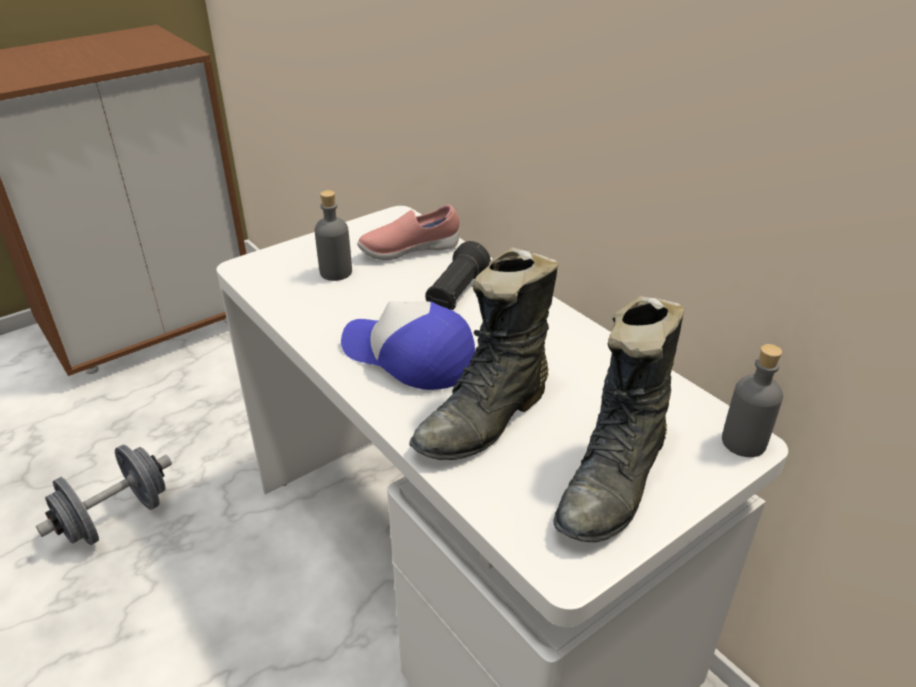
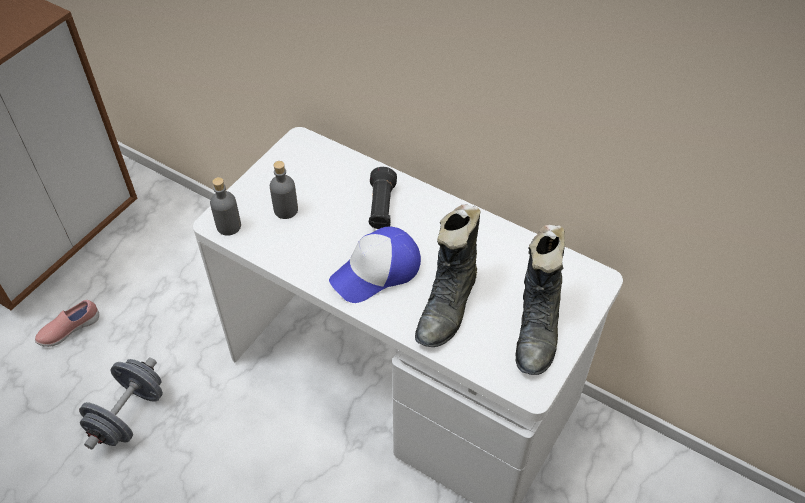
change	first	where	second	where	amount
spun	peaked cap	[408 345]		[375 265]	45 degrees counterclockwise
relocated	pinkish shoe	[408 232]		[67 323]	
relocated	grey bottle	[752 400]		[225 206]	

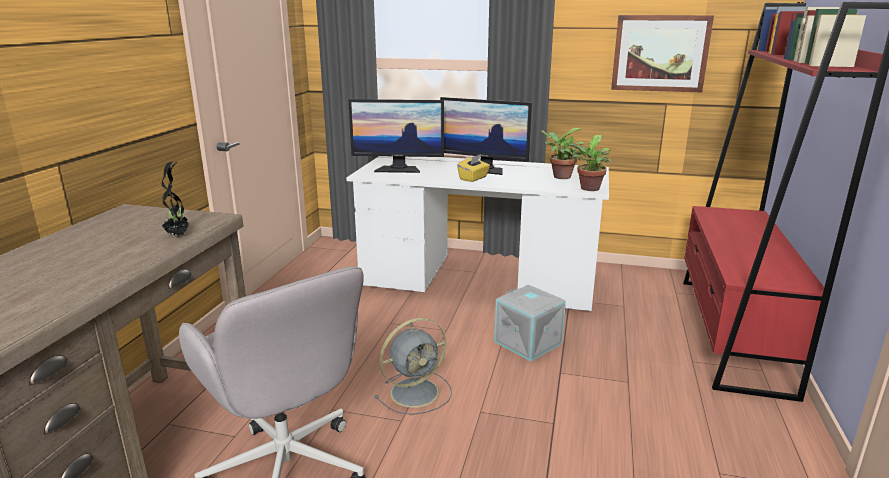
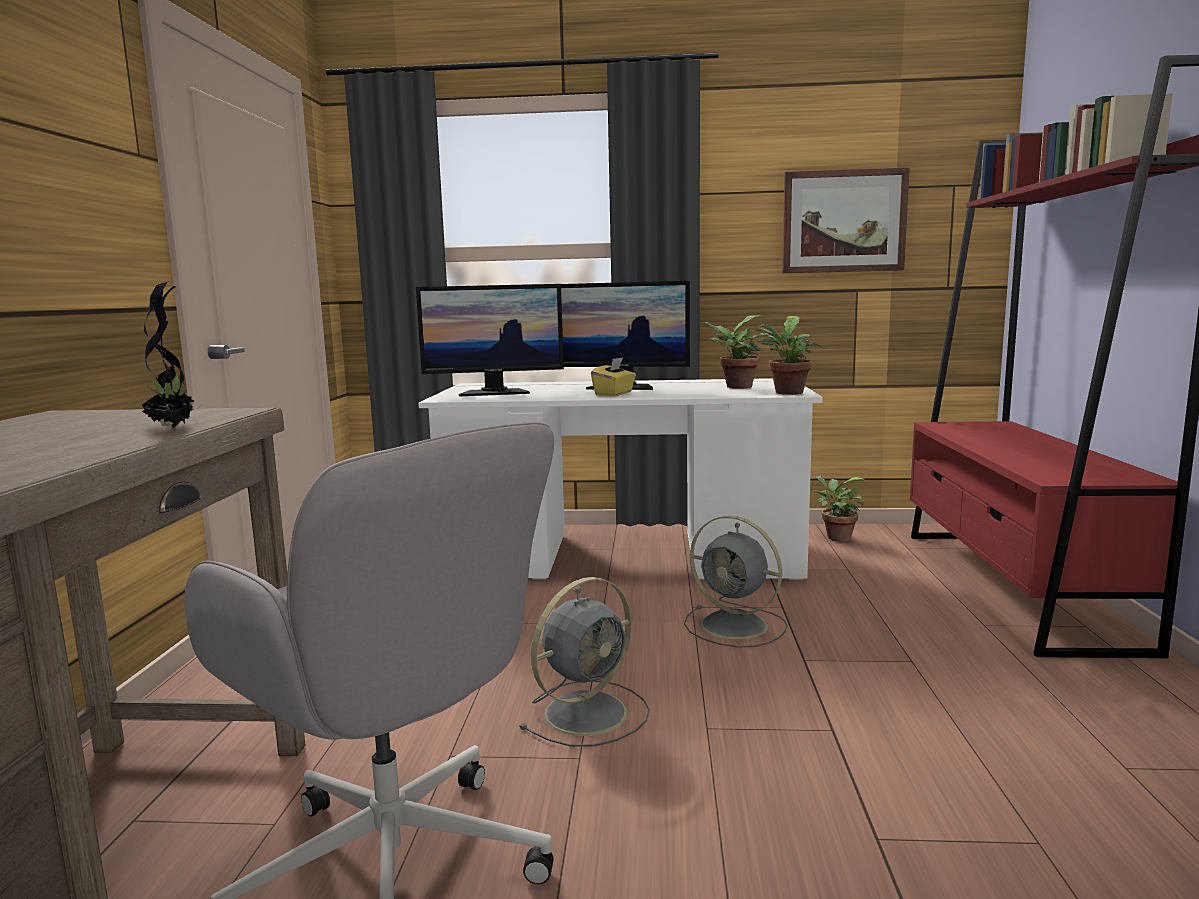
change	first	where	second	where	amount
exchanged	grey storage container	[530 323]	grey cooling fan	[735 582]	
appeared			plant in a pot	[839 508]	

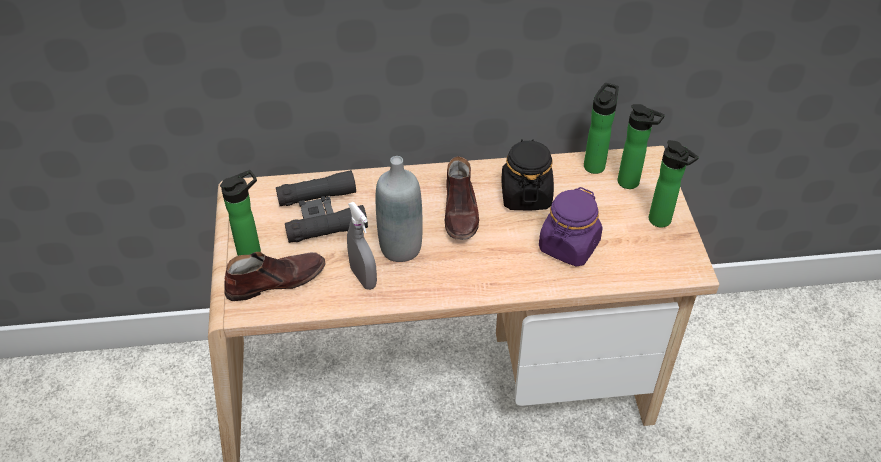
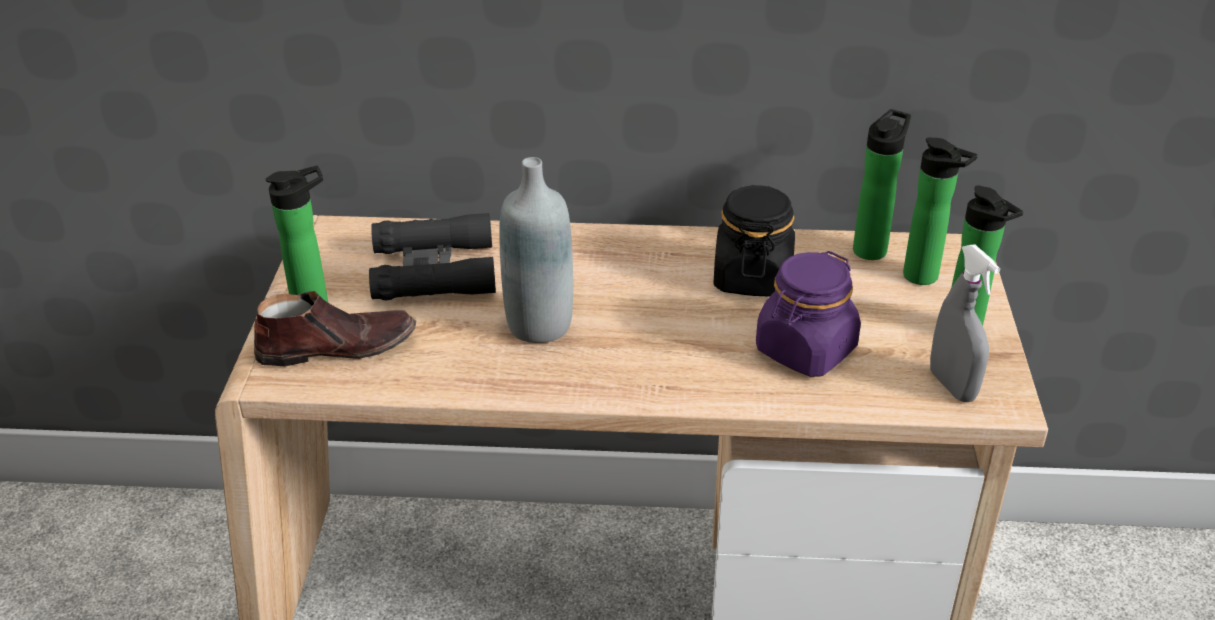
change	first	where	second	where	amount
relocated	grey sprayer	[362 246]		[965 323]	
missing	brown-coloured shoe	[461 198]			

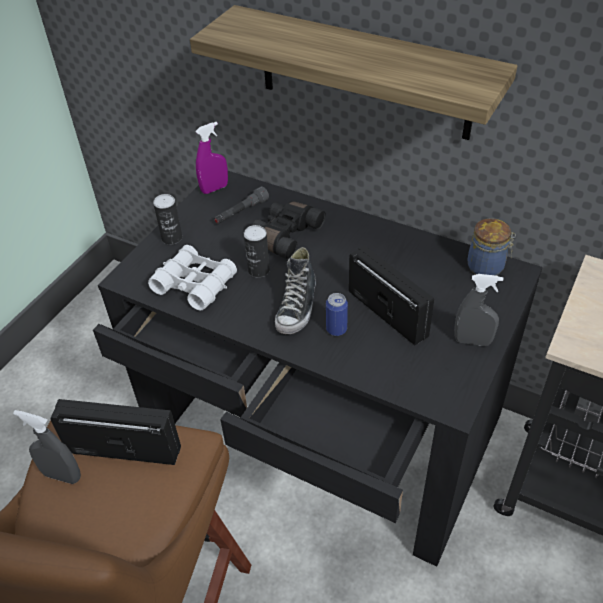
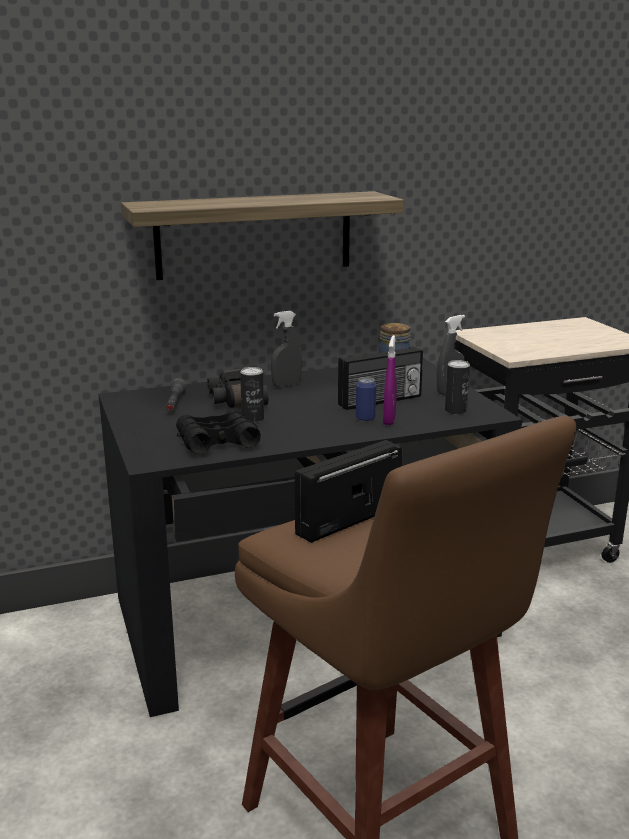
change	first	where	second	where	amount
relocated	grey sprayer	[47 447]		[286 349]	
colour	whitish binoculars	[192 277]	blackish binoculars	[218 431]	
relocated	can	[167 219]		[457 387]	
relocated	purple sprayer	[211 158]		[390 380]	
missing	shoe	[295 290]			
spun	radio	[391 295]		[380 378]	150 degrees clockwise

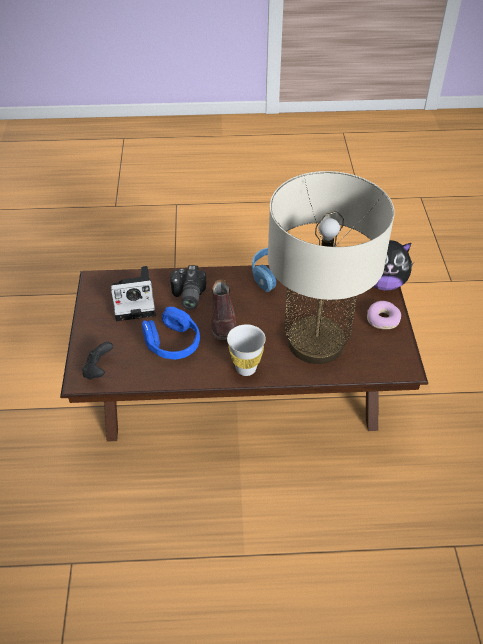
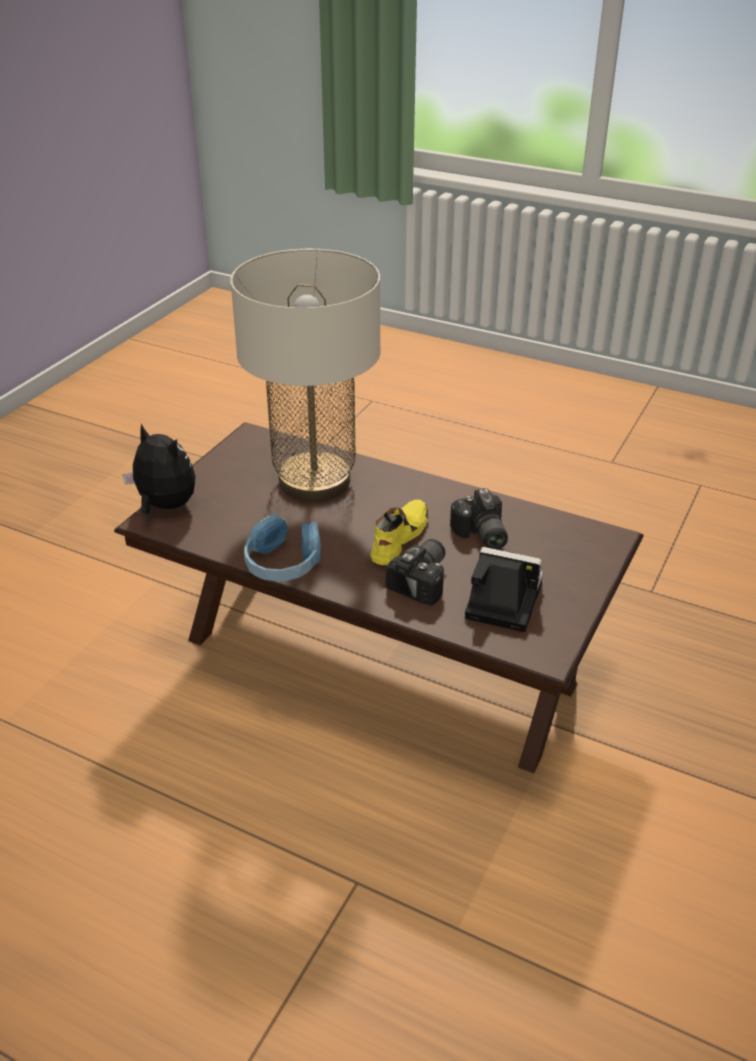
change	first	where	second	where	amount
missing	blackish joypad	[97 361]			
exchanged	blue headset	[171 333]	still camera	[479 519]	
colour	brown-coloured shoe	[224 309]	yellowish shoe	[399 533]	
missing	whitish drinking cup	[246 350]			
missing	donut	[384 315]			

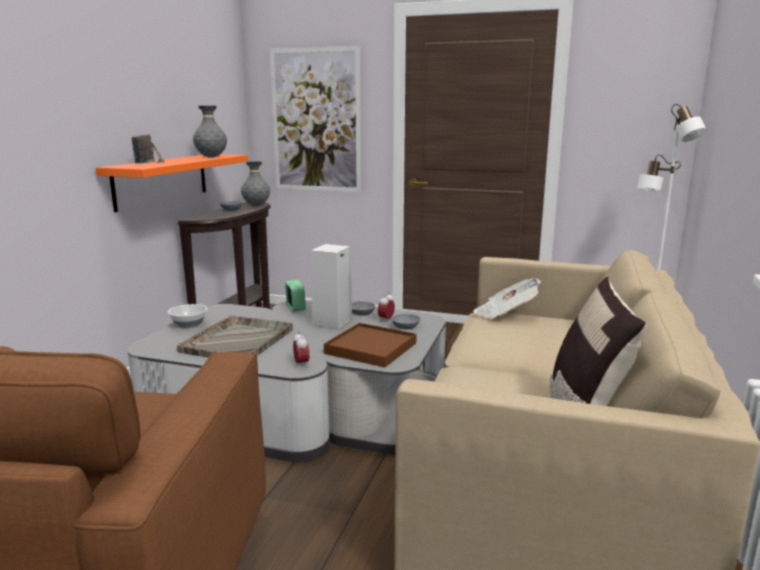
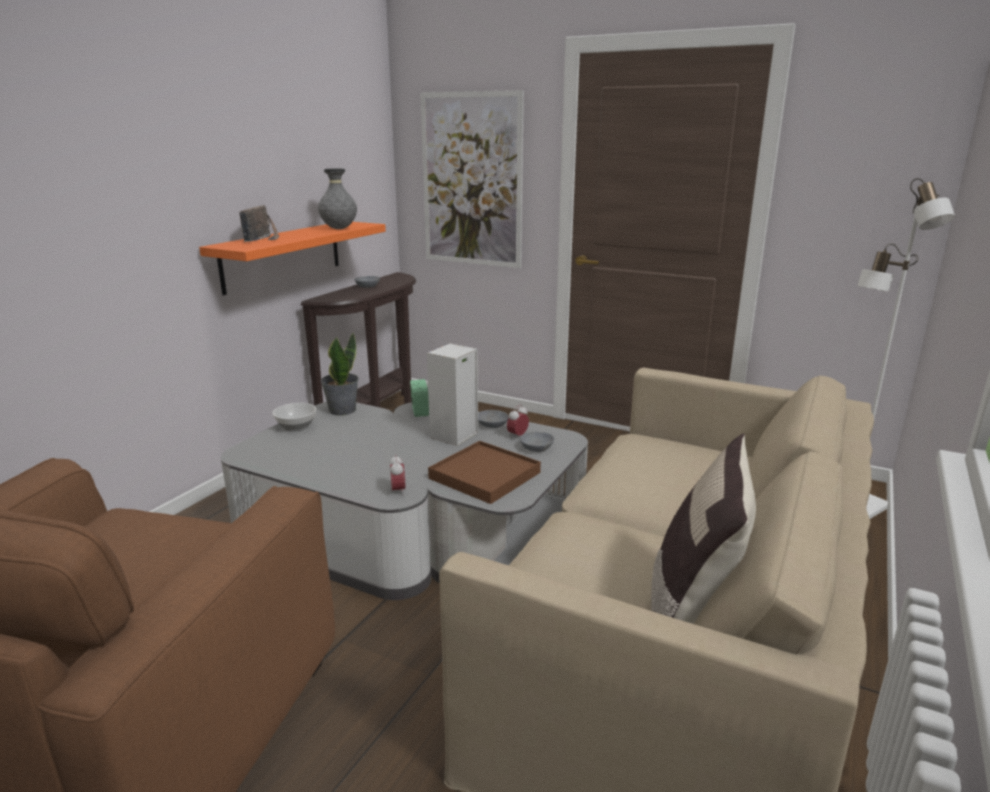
change	first	where	second	where	amount
missing	grey tray	[235 336]			
missing	grey vase	[255 183]			
missing	printed paper	[507 298]			
appeared			plant in a pot	[340 374]	

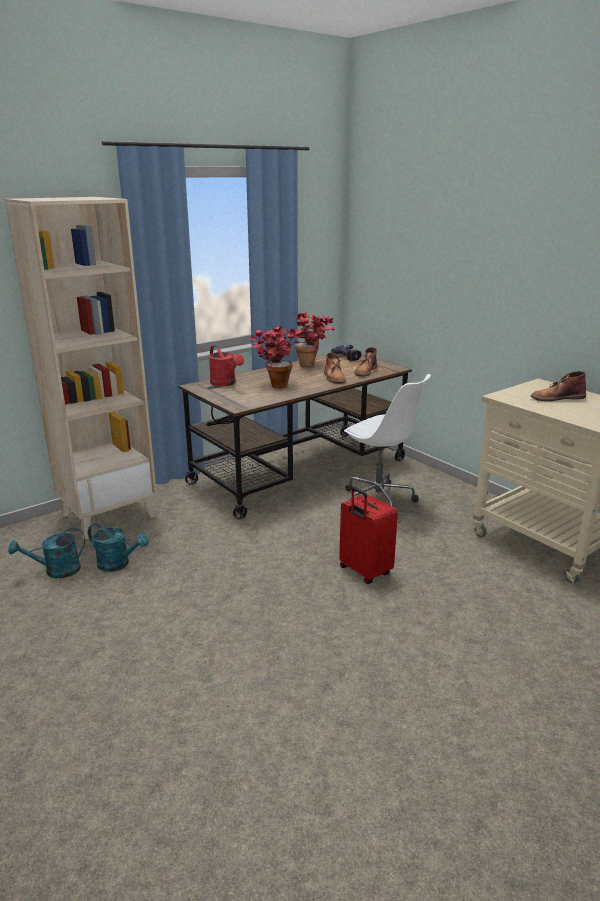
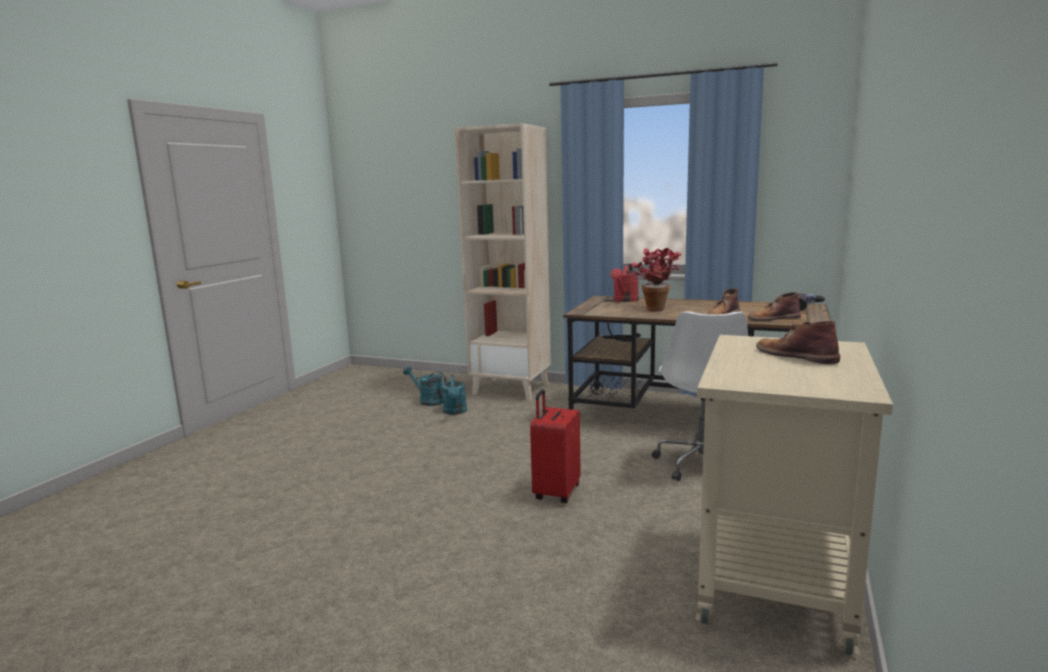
change	first	where	second	where	amount
missing	plant in a pot	[315 339]			

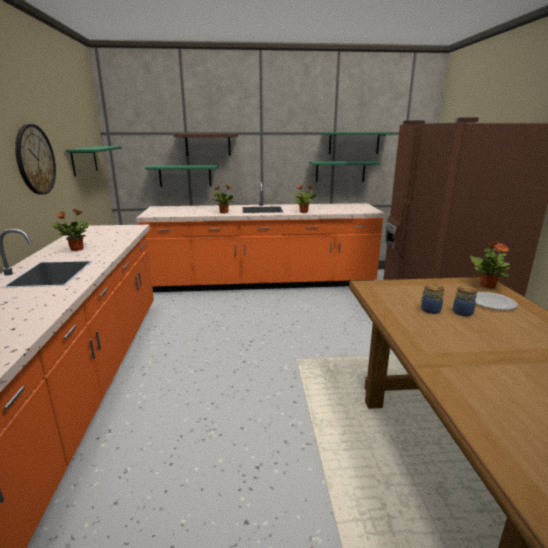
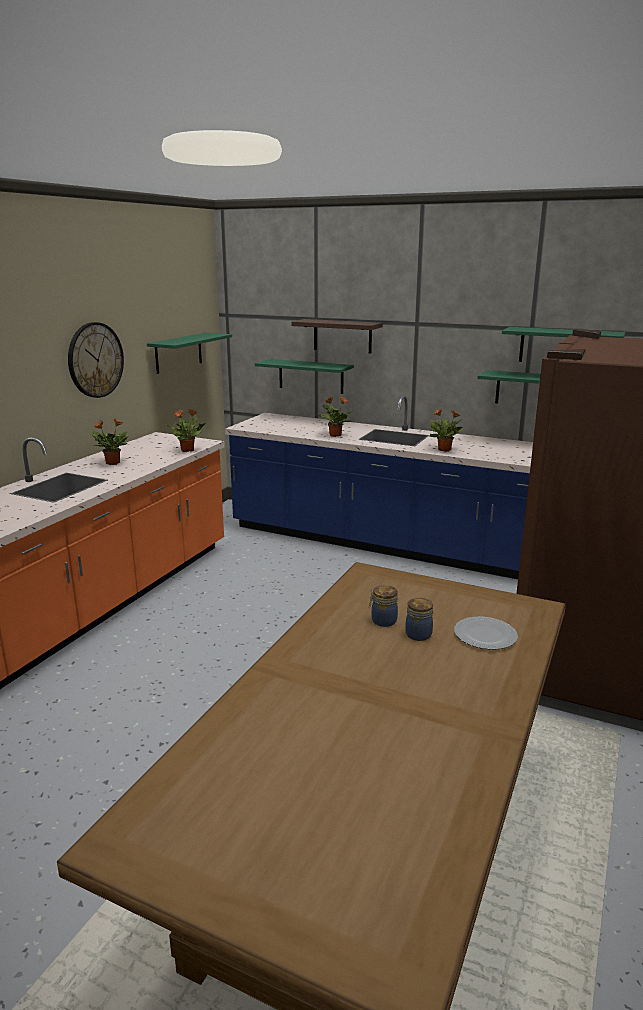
change	first	where	second	where	amount
colour	orange-coloured kitchen counter	[261 237]	blue kitchen counter	[379 487]	
relocated	plant in a pot	[491 265]		[186 430]	

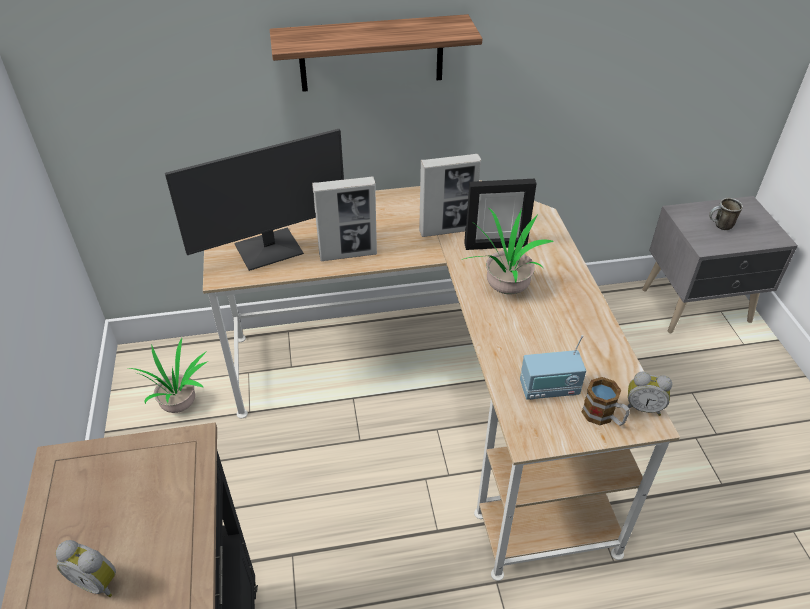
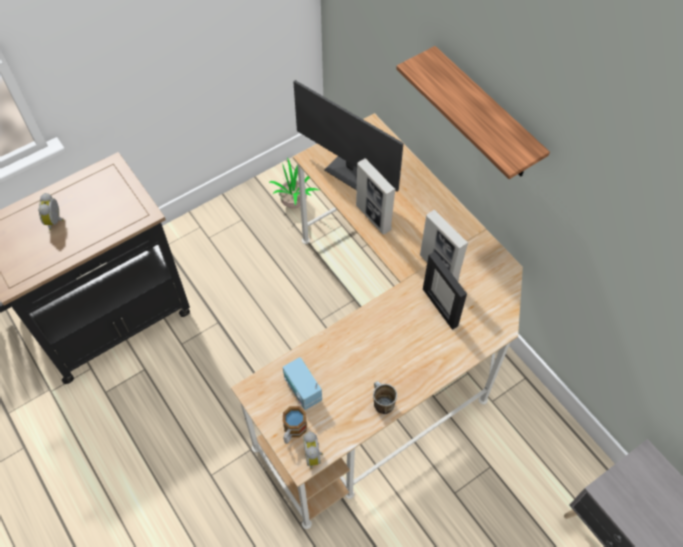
change	first	where	second	where	amount
missing	plant in a pot	[508 251]			
relocated	mug	[726 214]		[385 397]	

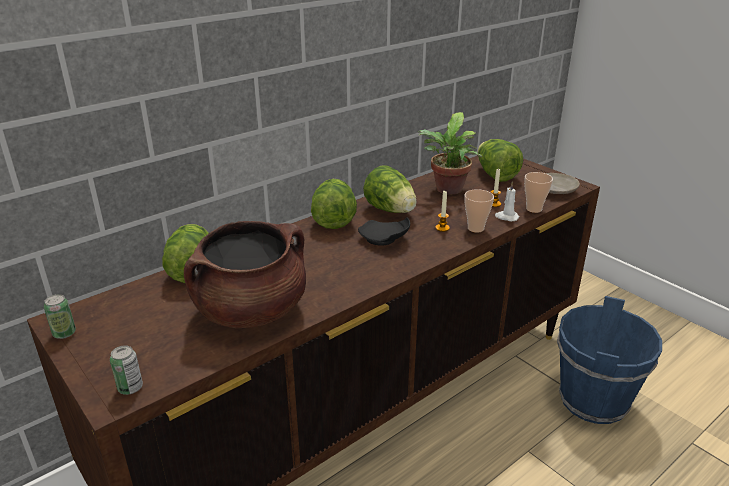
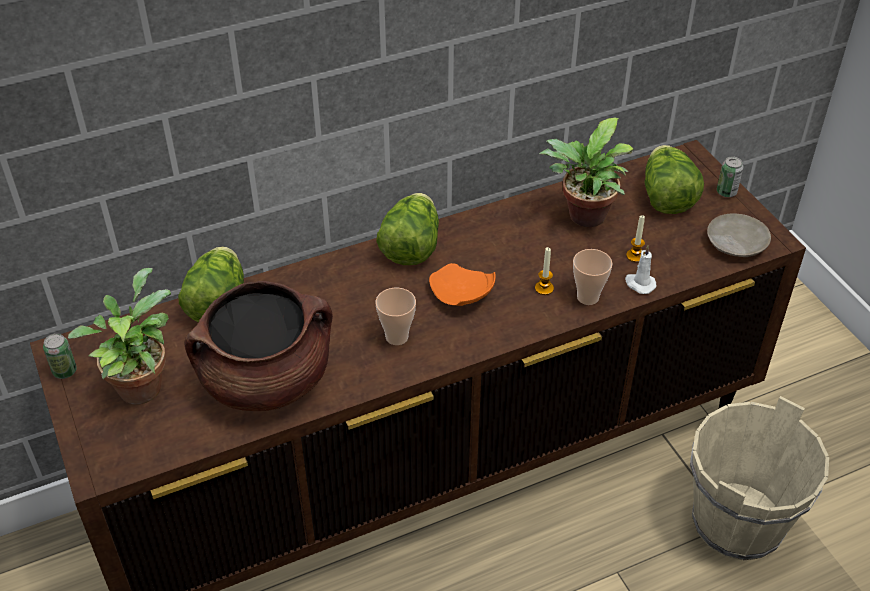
change	first	where	second	where	amount
relocated	can	[126 370]		[730 176]	
colour	blackish plate	[384 231]	orange-coloured plate	[462 284]	
missing	head of lettuce	[390 189]			
relocated	drinking cup	[538 192]		[395 316]	
colour	blue bucket	[609 360]	beige bucket	[759 478]	
appeared			plant in a pot	[119 336]	

